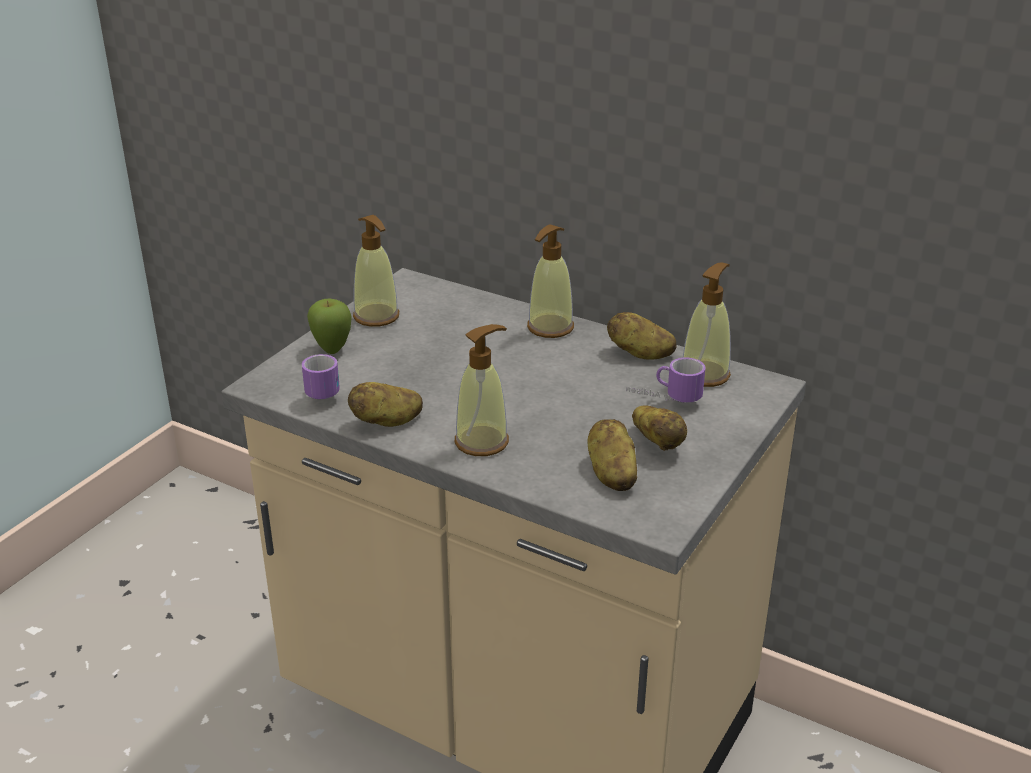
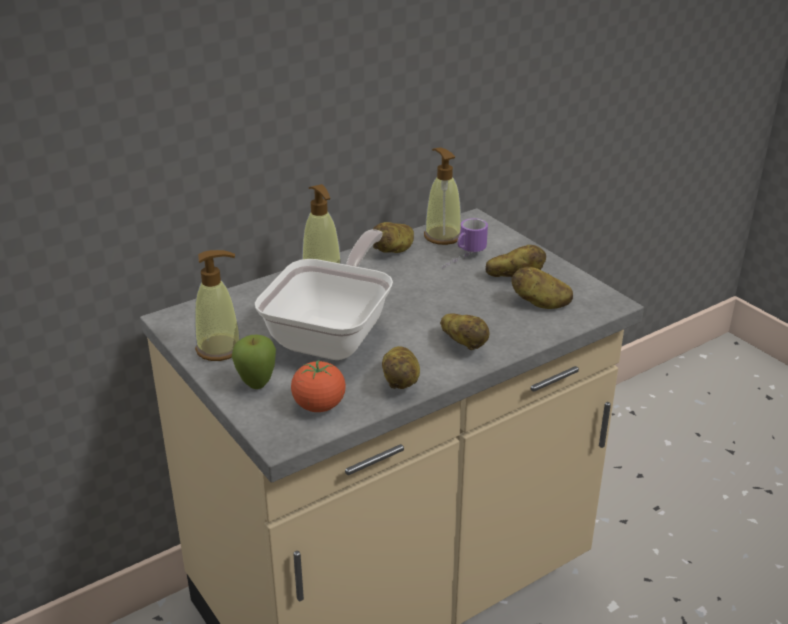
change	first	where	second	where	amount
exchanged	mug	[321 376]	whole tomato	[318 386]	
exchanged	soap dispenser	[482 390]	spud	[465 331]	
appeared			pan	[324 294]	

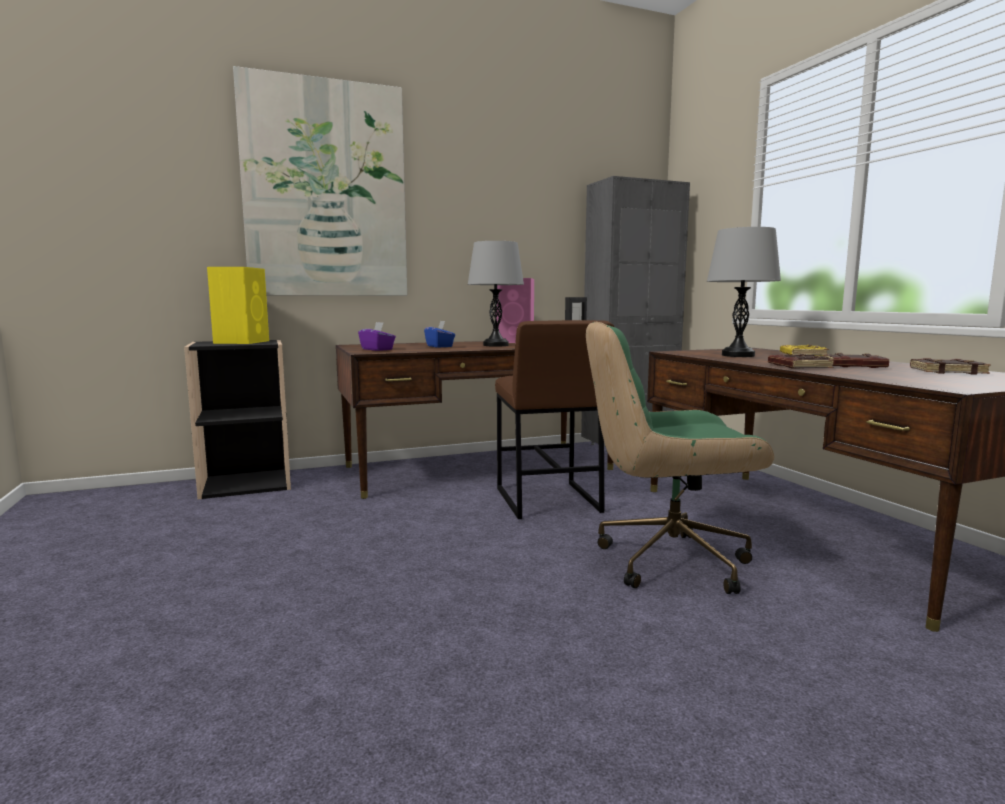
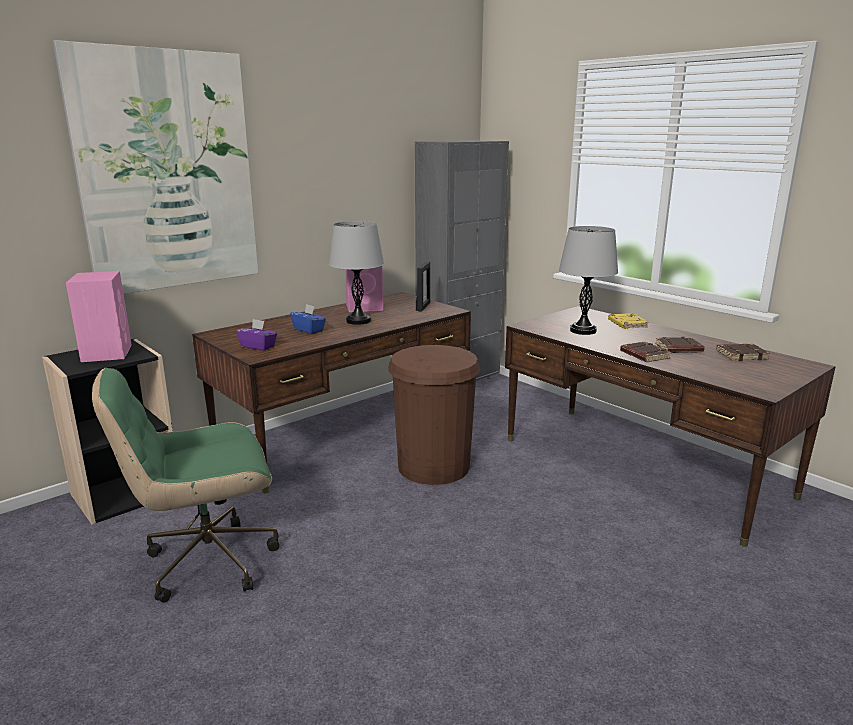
change	first	where	second	where	amount
colour	yellowish audio speaker	[238 305]	pinkish audio speaker	[99 316]	
exchanged	brown-coloured chair	[554 419]	brown-coloured waste bin	[434 415]	
relocated	green desk chair	[680 458]		[185 485]	

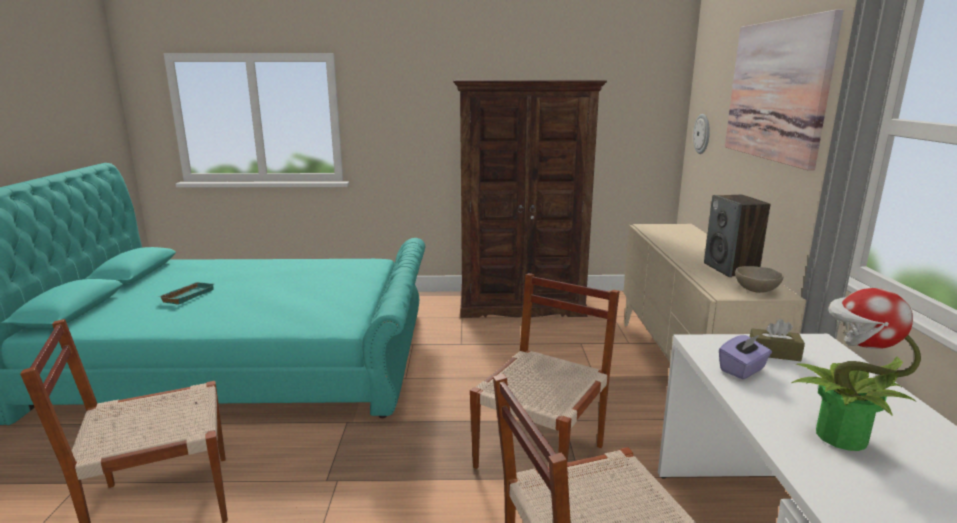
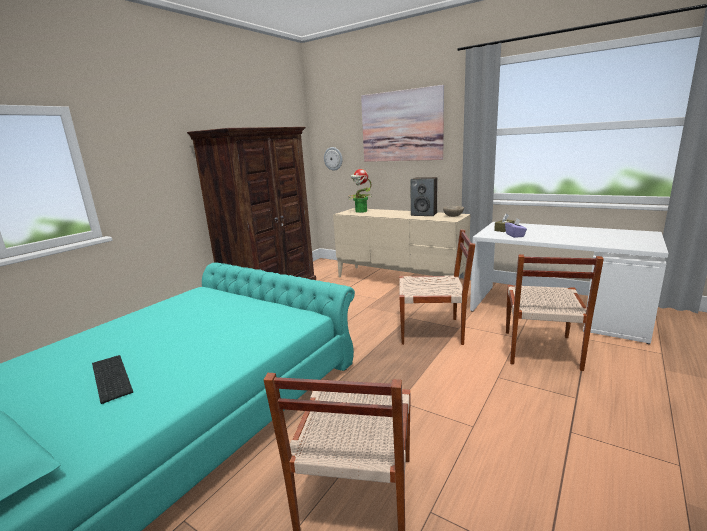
change	first	where	second	where	amount
exchanged	blue-green tray	[186 293]	computer keyboard	[112 379]	
spun	chair	[545 371]		[437 287]	120 degrees clockwise
relocated	plant in a pot	[856 369]		[361 191]	

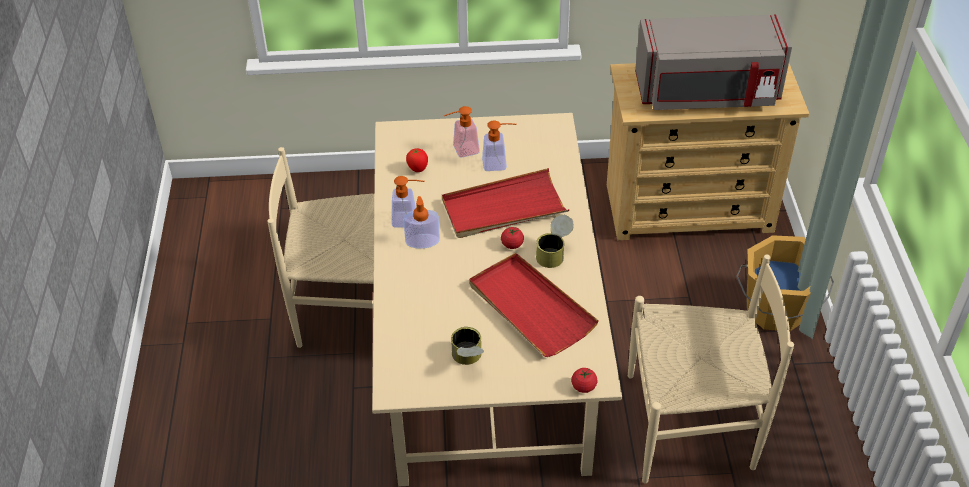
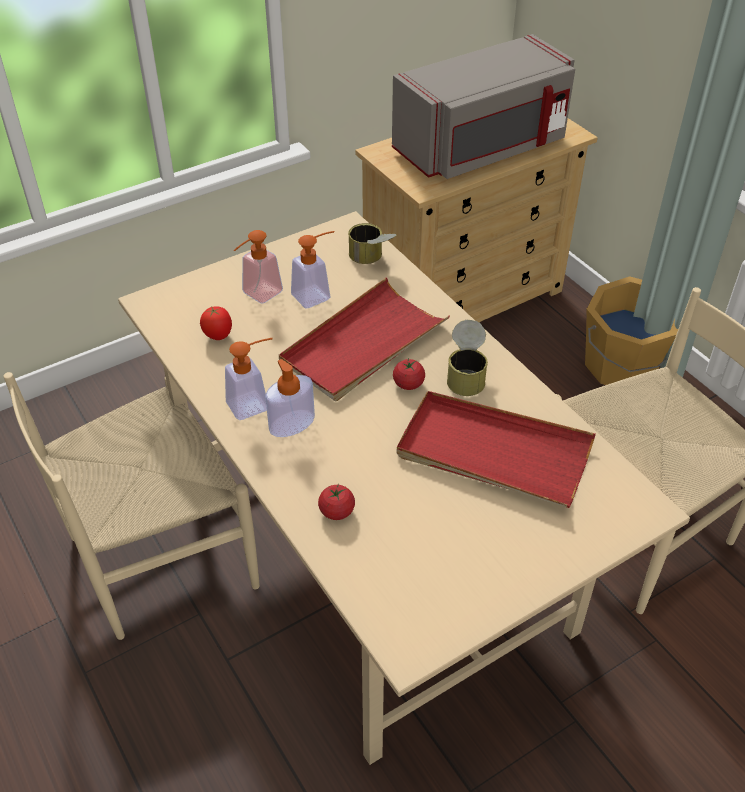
change	first	where	second	where	amount
relocated	can	[467 346]		[372 243]	
relocated	whole tomato	[584 380]		[336 502]	

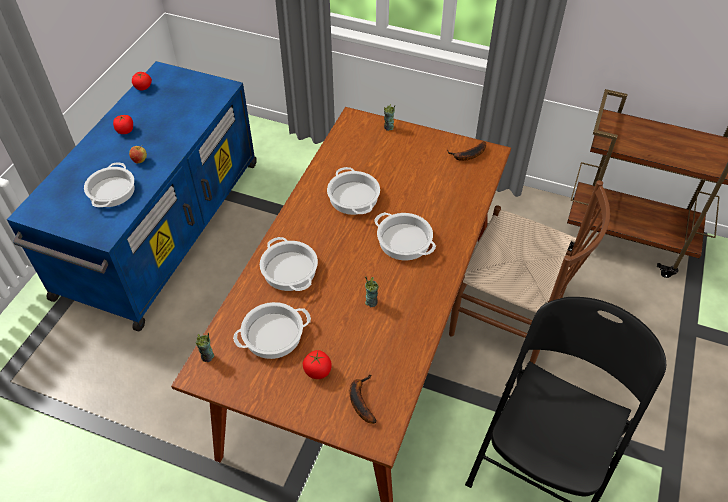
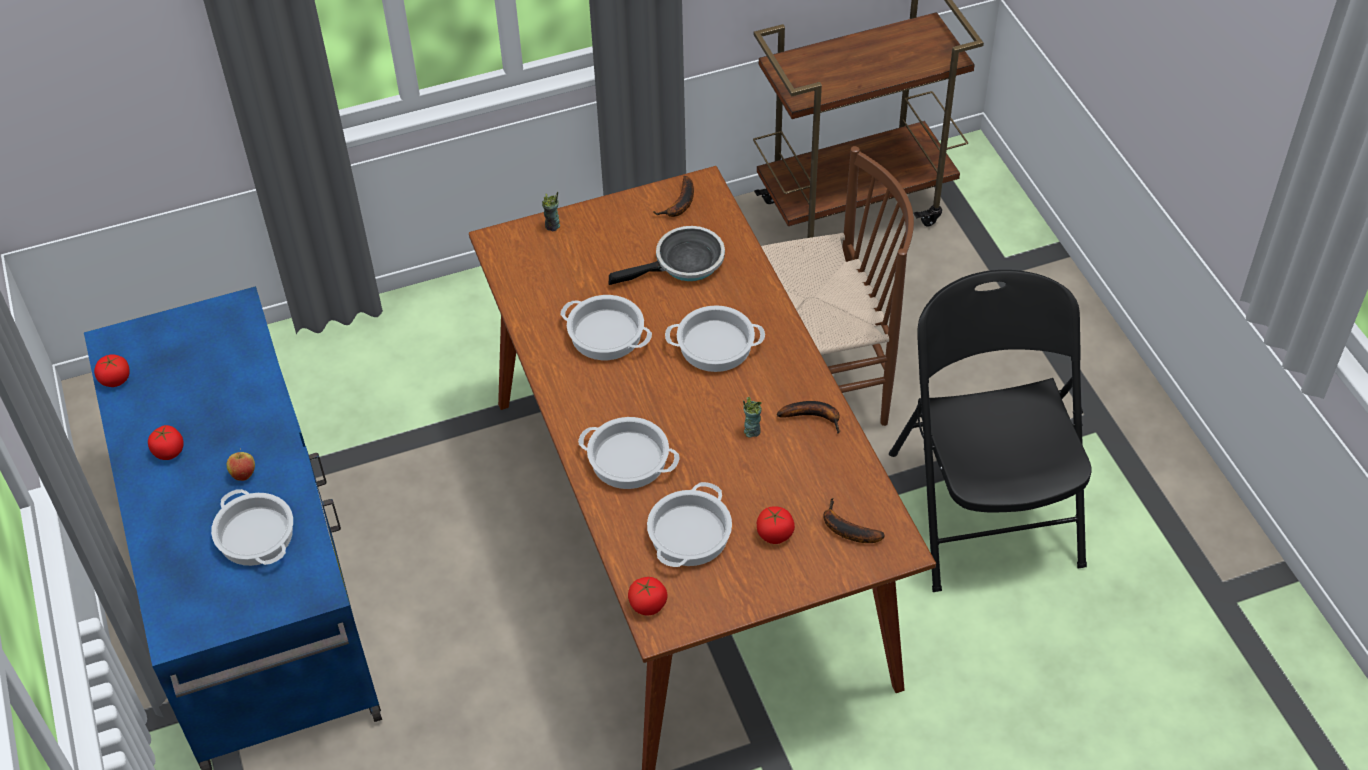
change	first	where	second	where	amount
exchanged	drinking cup	[205 347]	whole tomato	[648 596]	
appeared			pan	[667 255]	
appeared			banana	[808 417]	

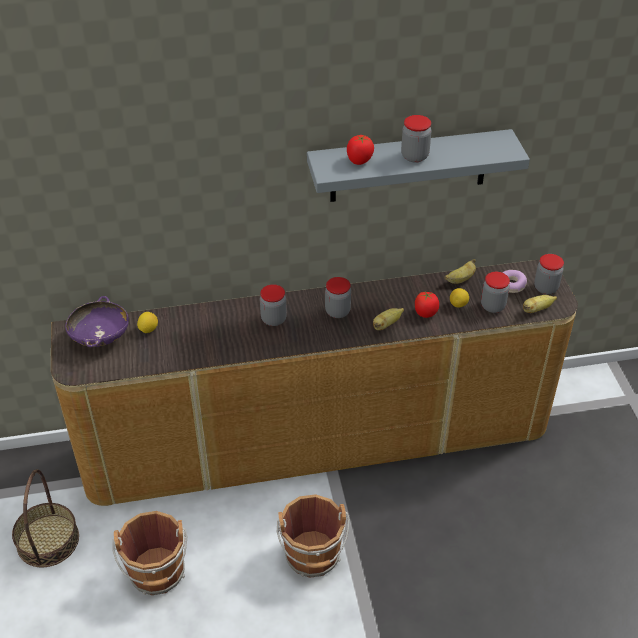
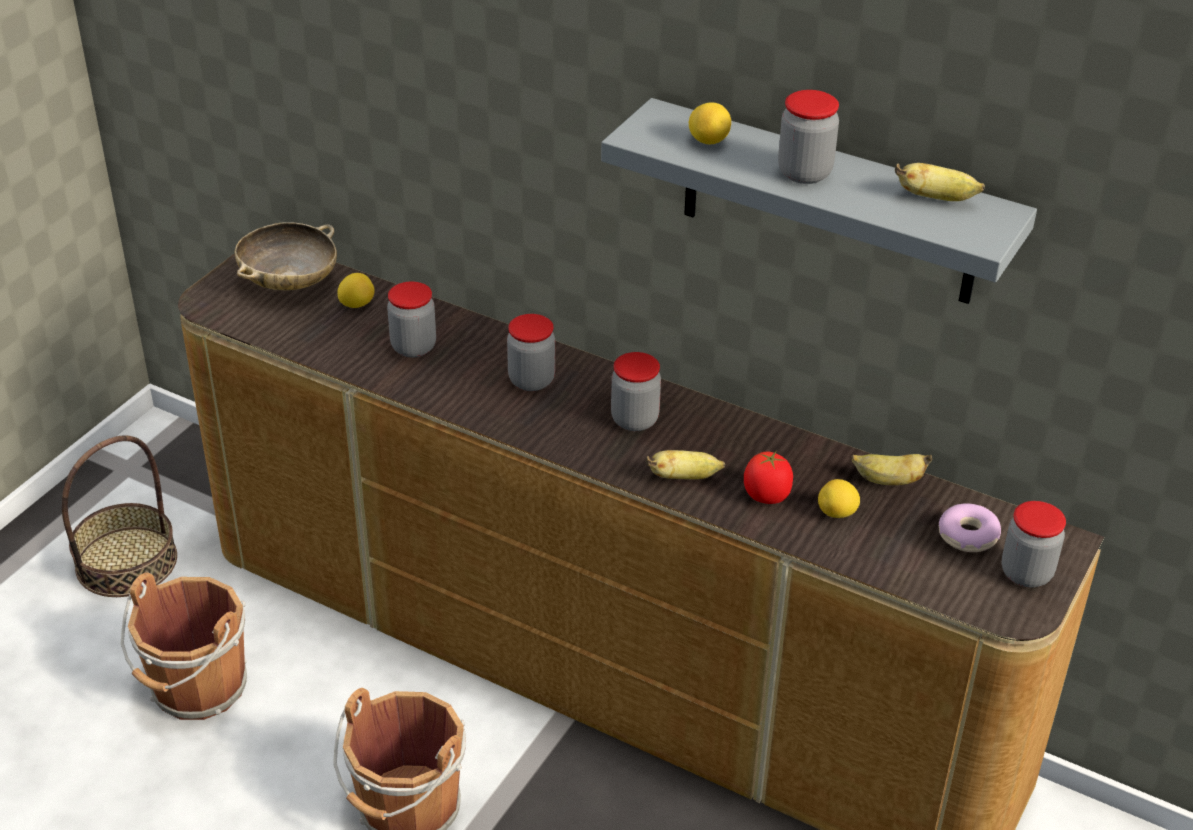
change	first	where	second	where	amount
colour	purple deep dish	[97 321]	beige deep dish	[286 256]	
exchanged	whole tomato	[360 150]	lemon	[710 123]	
relocated	preserve jar	[495 292]		[411 319]	
relocated	banana	[540 304]		[940 182]	

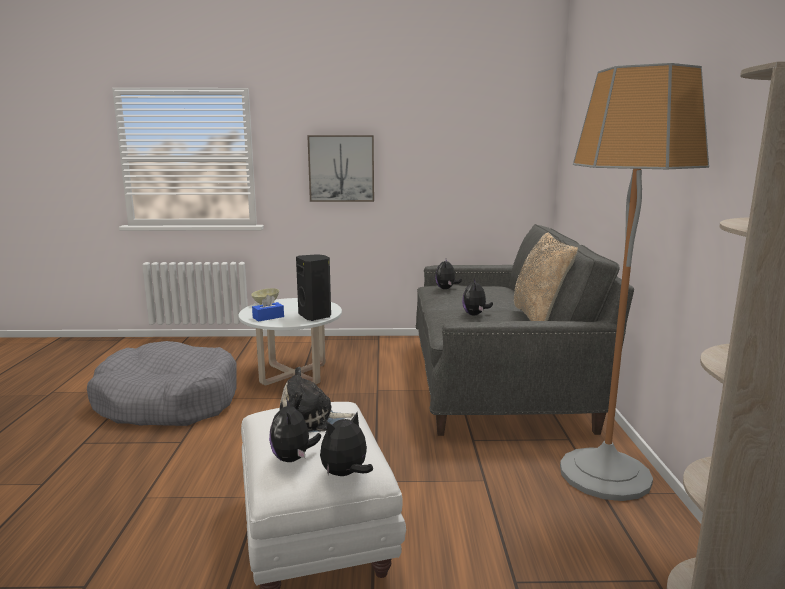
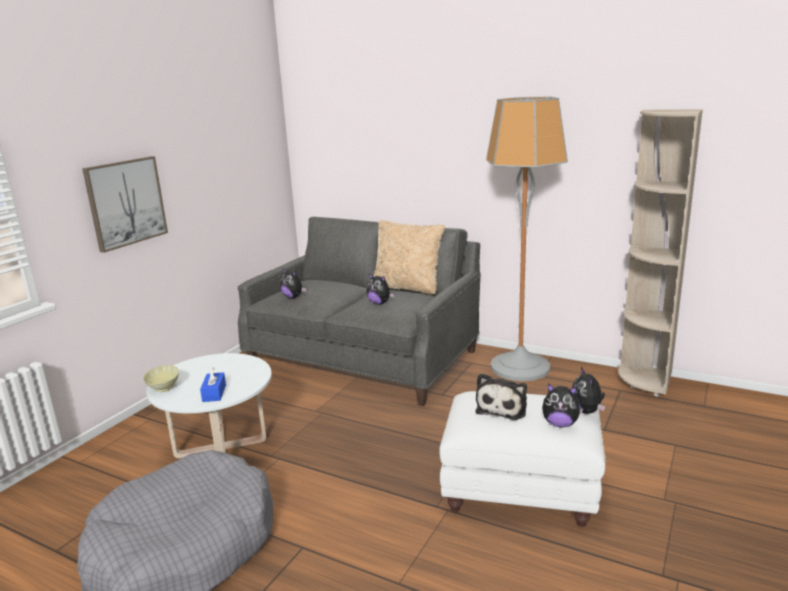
change	first	where	second	where	amount
missing	blackish audio speaker	[313 287]			

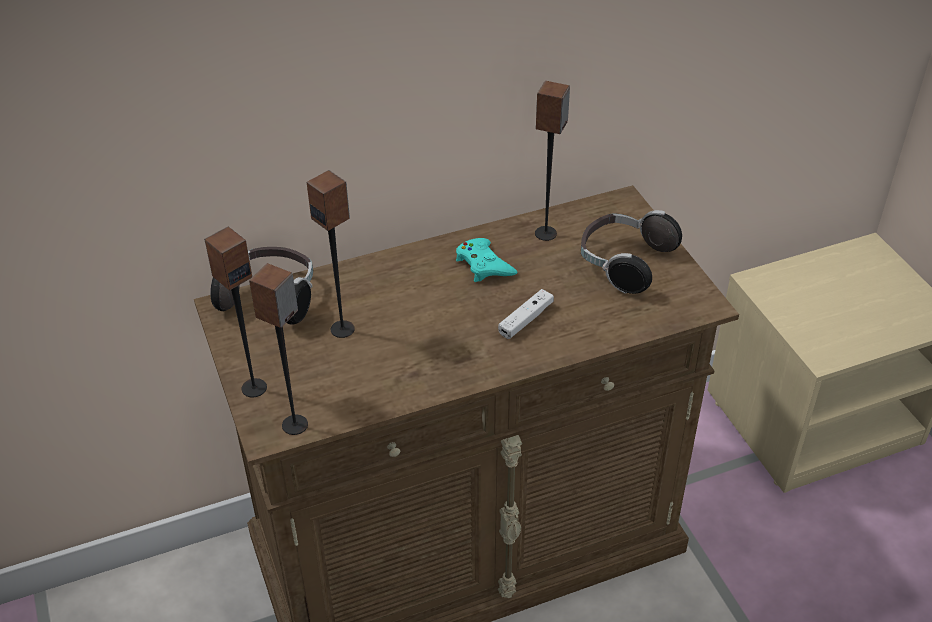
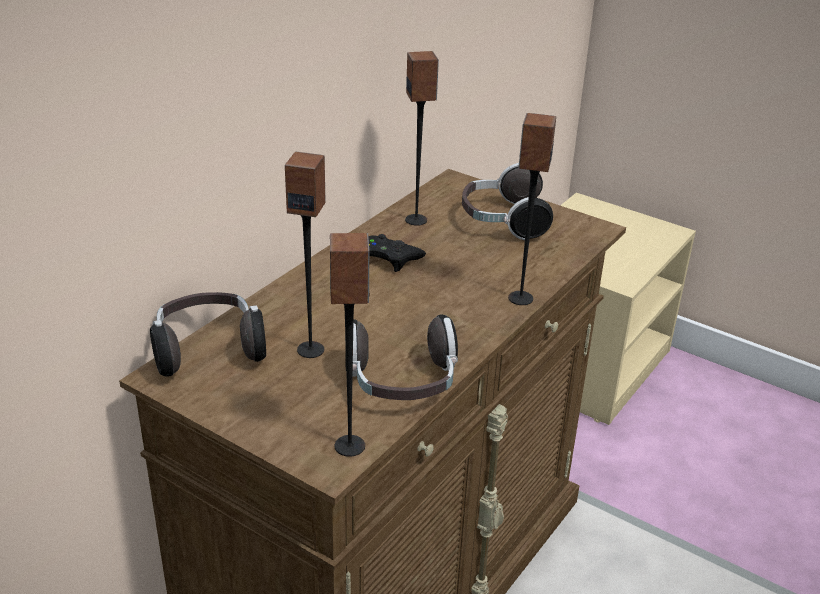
change	first	where	second	where	amount
relocated	audio speaker	[235 311]		[532 209]	
colour	blue-green joypad	[487 260]	blackish joypad	[397 253]	
missing	whitish joypad	[526 314]			
appeared			headset	[401 357]	

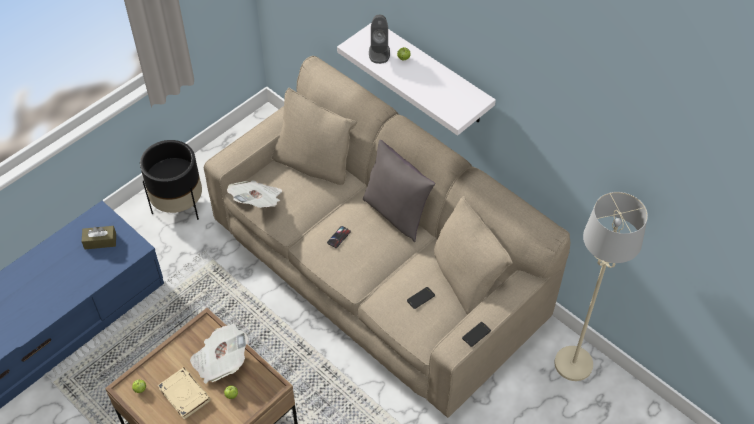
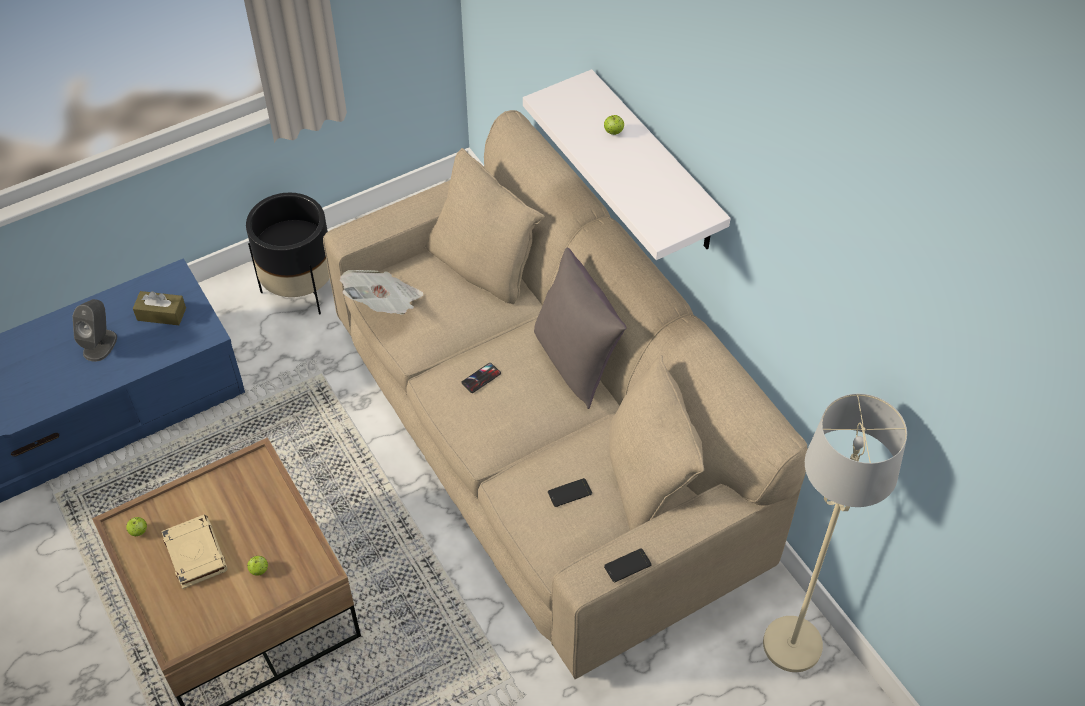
change	first	where	second	where	amount
missing	printed paper	[219 354]			
relocated	grey audio speaker	[379 39]		[95 330]	

